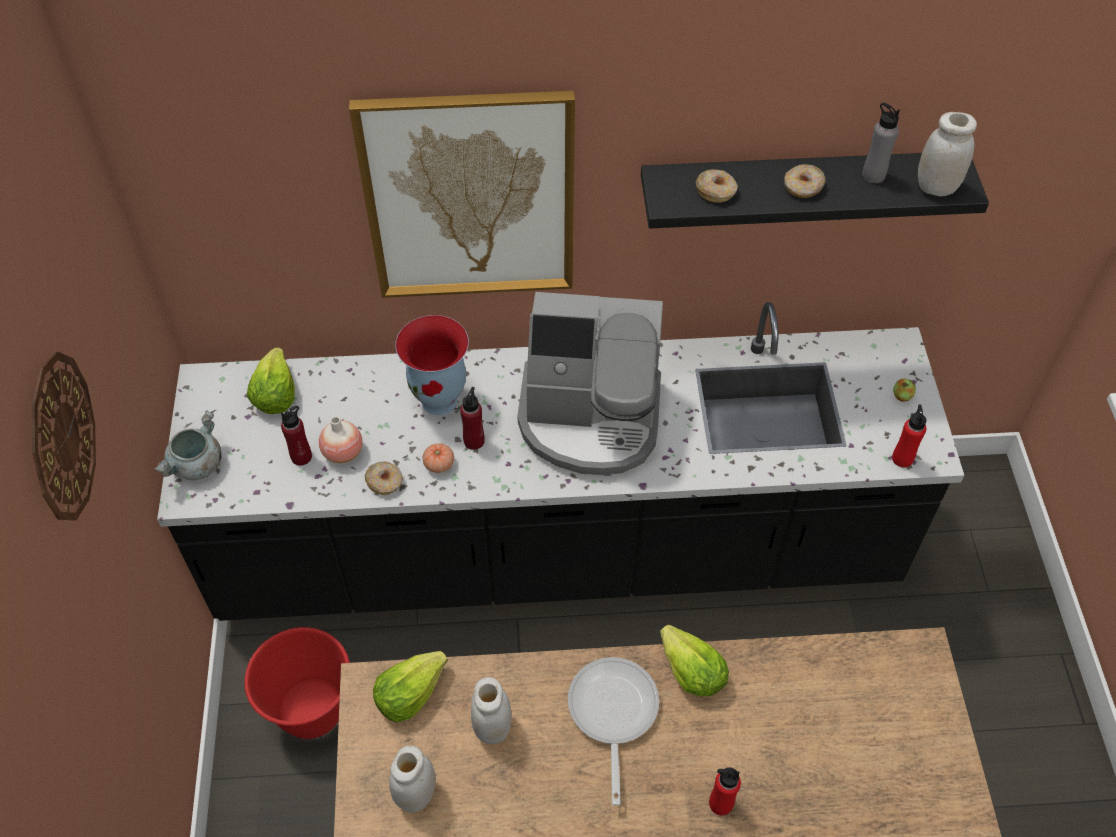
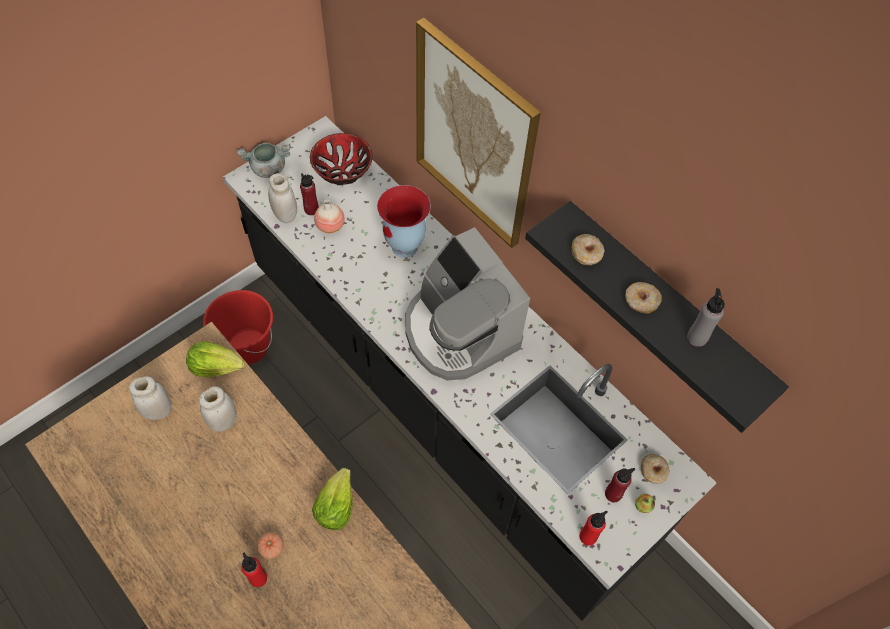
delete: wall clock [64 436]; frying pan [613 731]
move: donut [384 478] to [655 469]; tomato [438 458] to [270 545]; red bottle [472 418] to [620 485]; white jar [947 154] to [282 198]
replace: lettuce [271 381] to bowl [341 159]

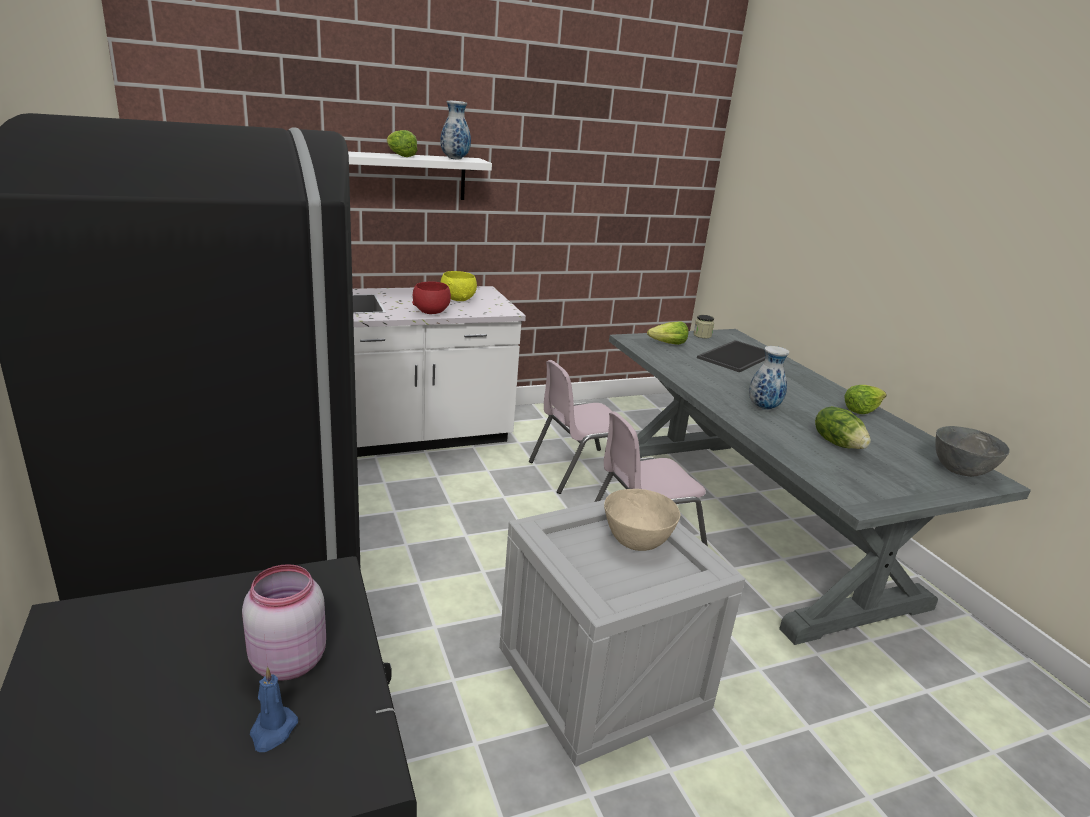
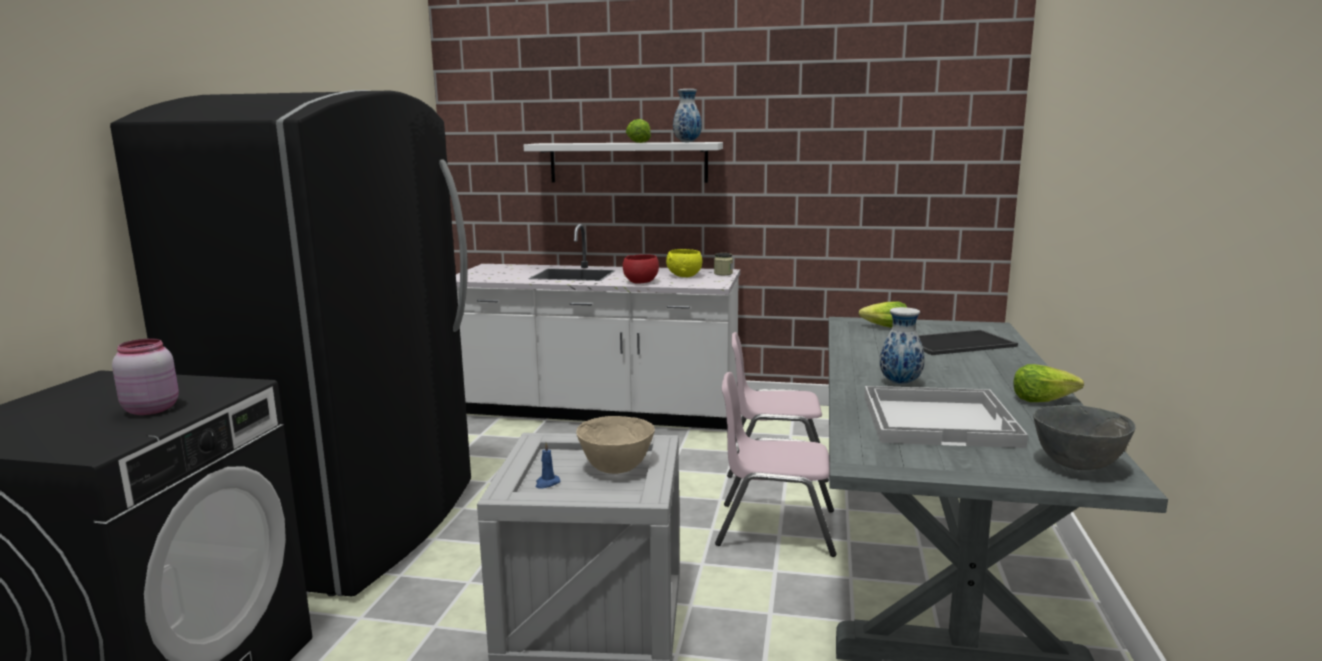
move: blue candle [274 709] to [548 466]; jar [703 326] to [723 264]
replace: lettuce [843 427] to white tray [946 417]

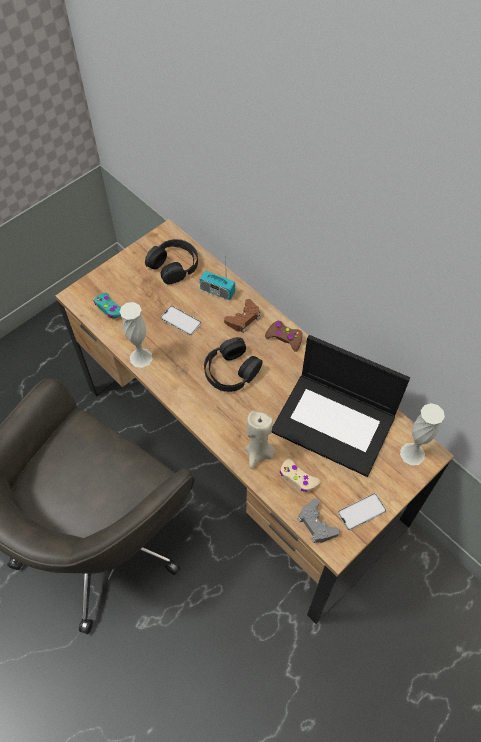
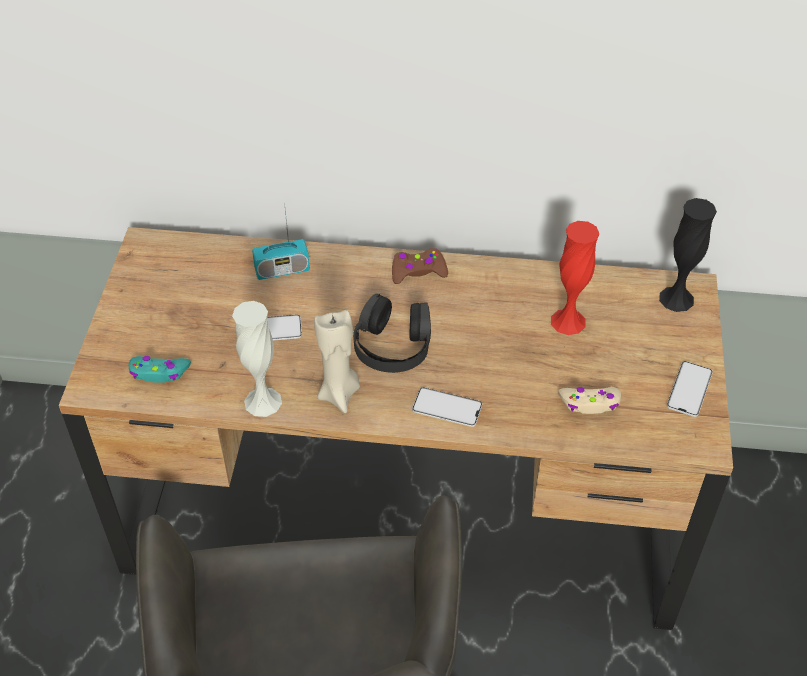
delete: black headphones [171 261]; brown game controller [242 316]; grey game controller [319 521]
insert: phone [447 407]
move: beige candle [260 440] to [337 361]
replace: laptop [340 406] to red vase [575 278]
recolor: white vase [422 434] to black vase [688 255]

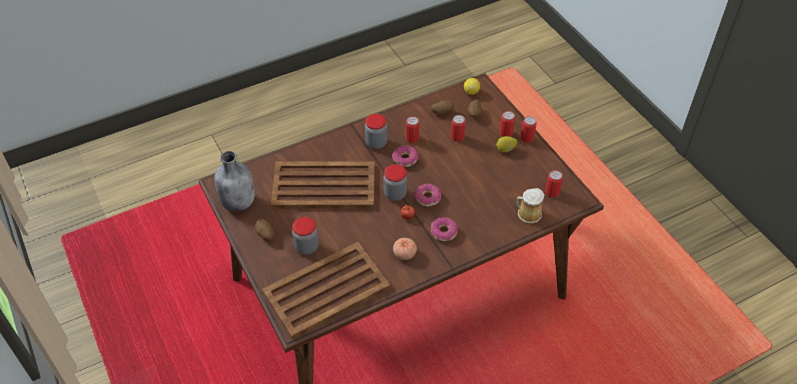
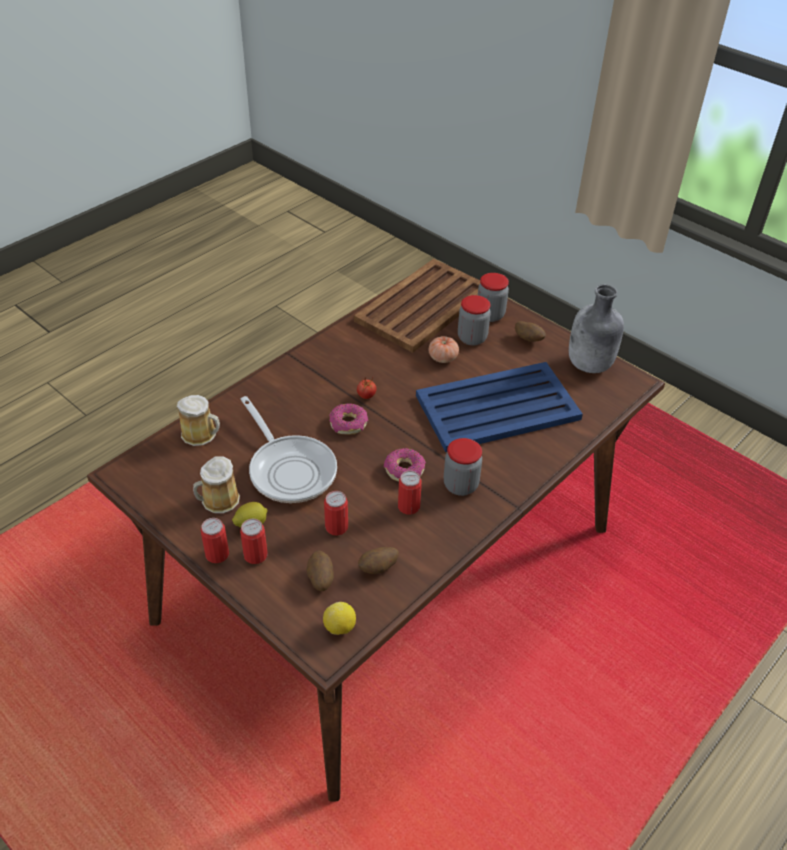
delete: donut [444 229]; can [554 184]
insert: mug [216 484]; frying pan [288 449]
move: jar [395 182] to [493 297]; tomato [405 249] to [444 349]
recolor: brown tray [322 185] to blue tray [499 407]

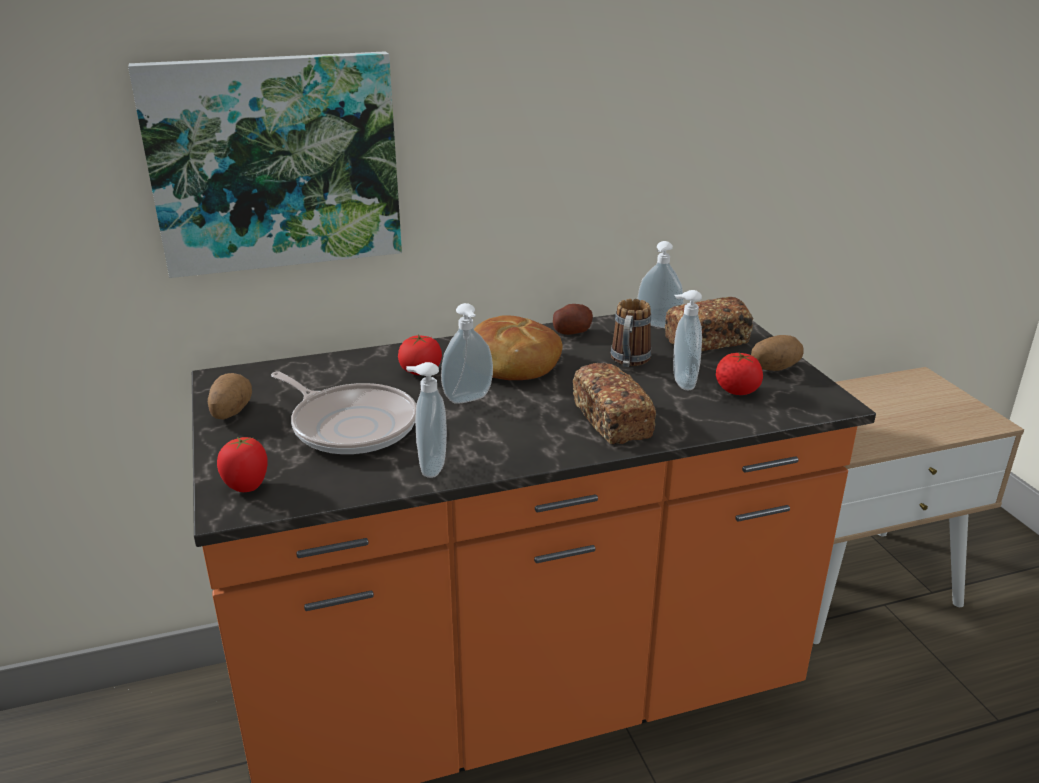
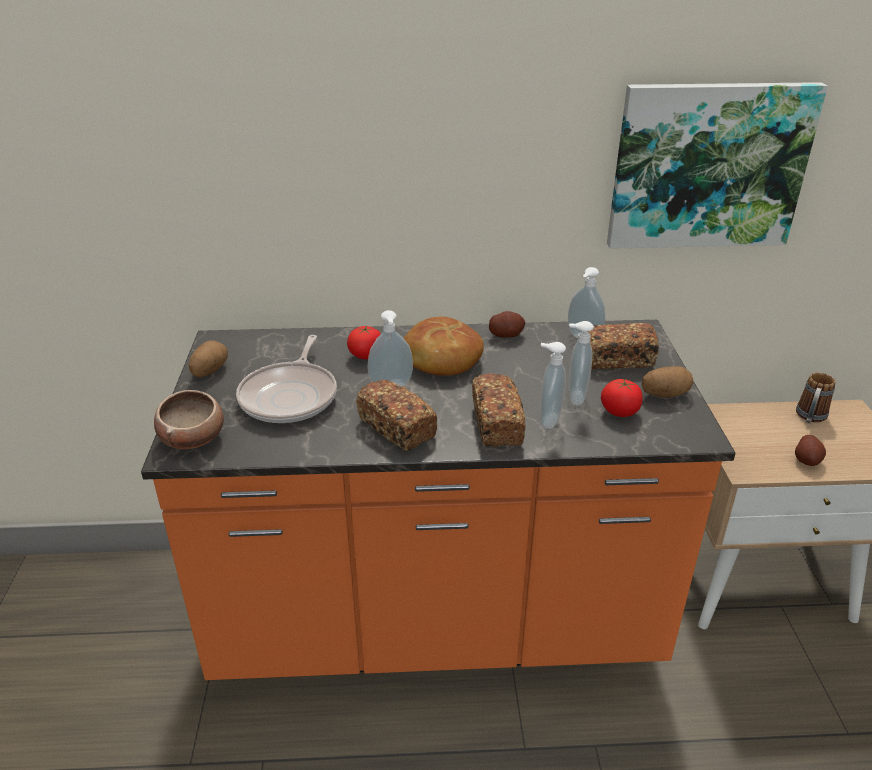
insert: bread [396 415]; potato [810 450]
move: picture [265 164] to [717 165]; soap dispenser [426 420] to [553 385]; mug [631 333] to [815 397]
replace: tomato [242 464] to bowl [189 419]
rotate: frying pan [343 413] = [286 379] 45 degrees clockwise

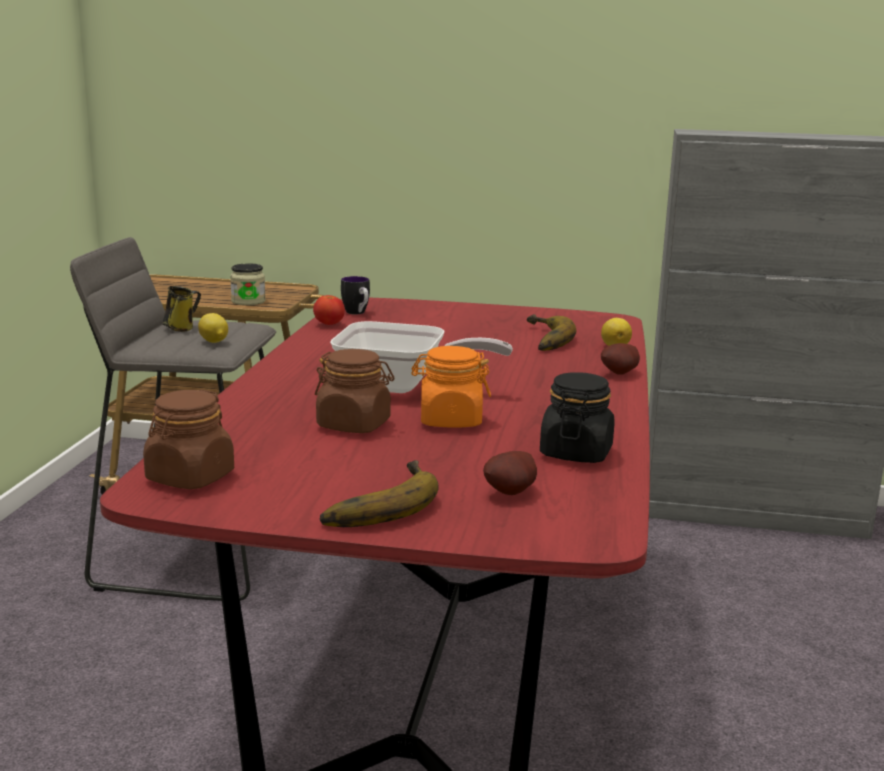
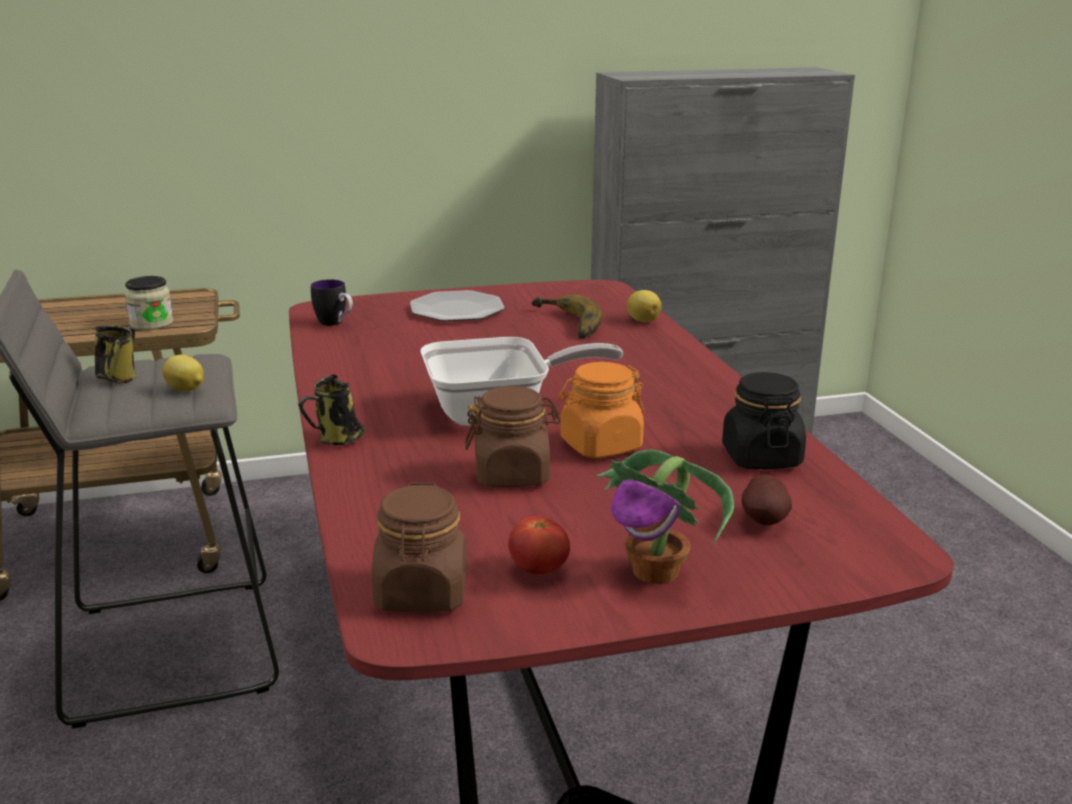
delete: potato [620 358]
insert: mug [331 409]; plate [457 305]
move: tomato [329 310] to [539 545]
replace: banana [379 493] to potted plant [665 516]

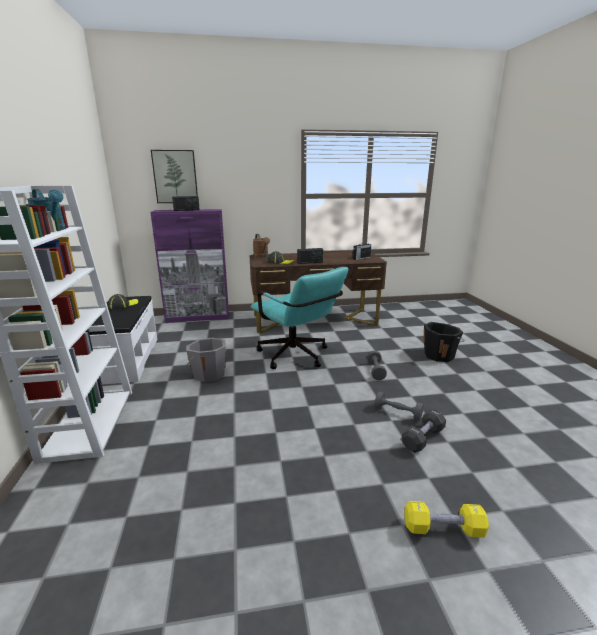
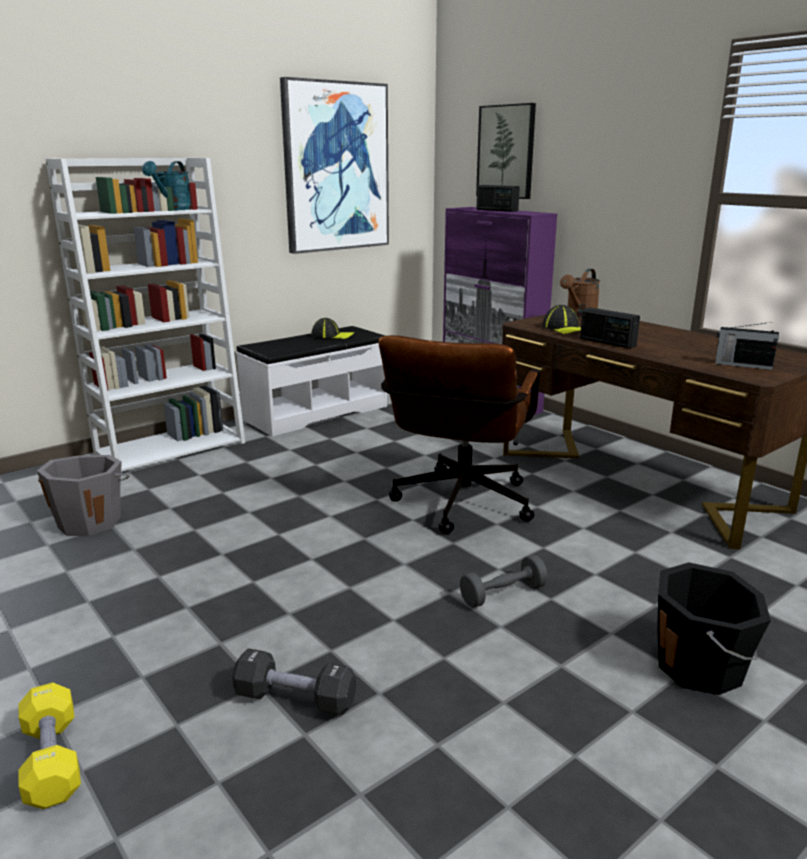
delete: grey dumbbell [399 406]
insert: picture [334 165]
move: grey bucket [206 360] to [83 495]
recolor: turquoise office chair [299 318] to brown office chair [459 434]

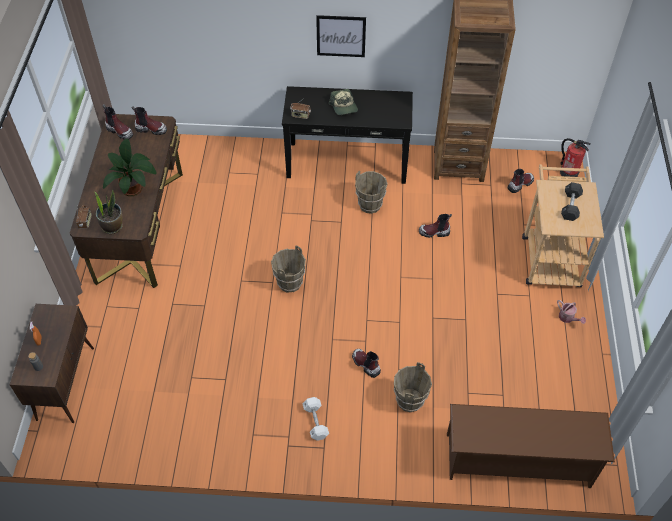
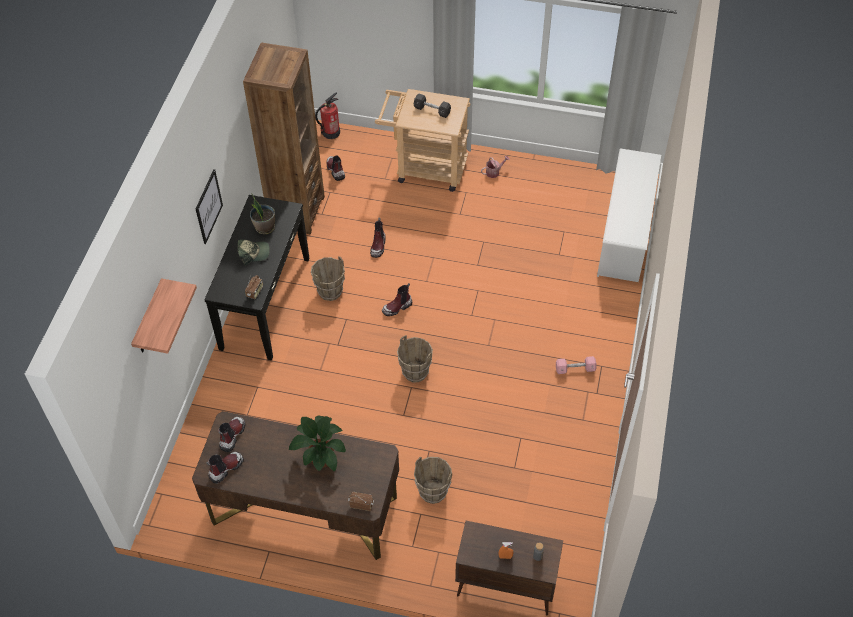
insert: shelf [164 316]
move: potted plant [108 212] to [262 213]; boot [366 363] to [397 299]; brown bucket [413 387] to [433 480]
recolor: white dumbbell [316 419] to pink dumbbell [576 365]; brown shoe rack [531 446] to white shoe rack [629 215]

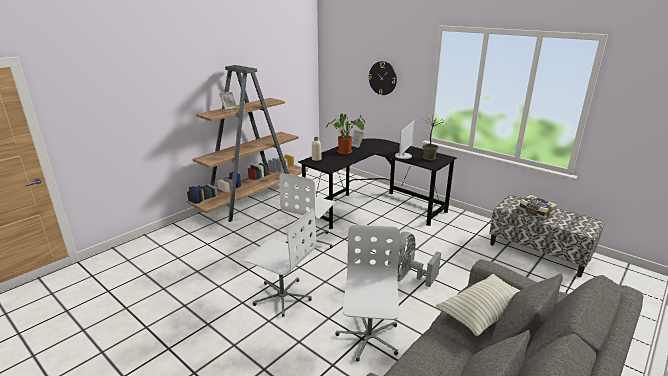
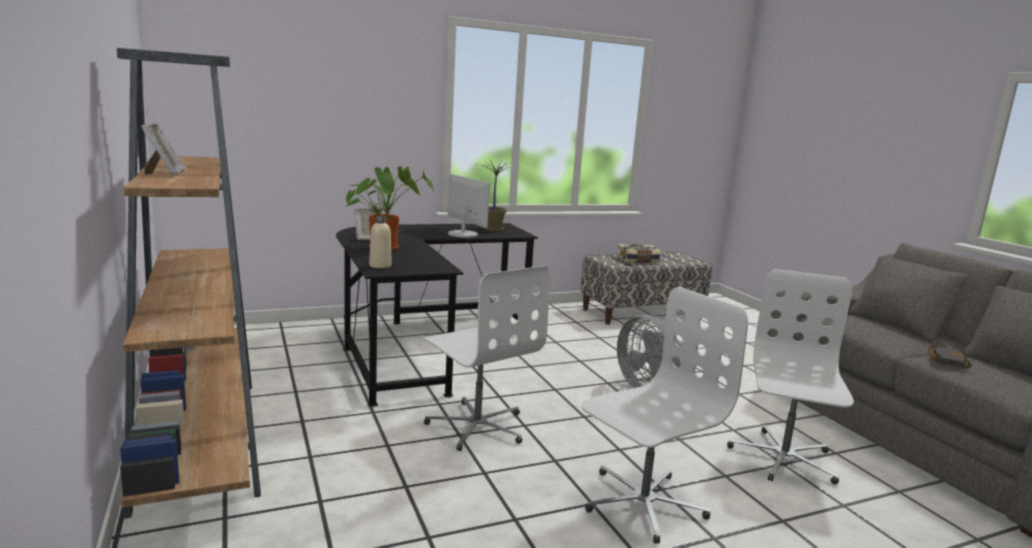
delete: wall clock [382 78]; pillow [478 305]
insert: black book [950 357]
rotate: white office chair [368 293] = [790 376] 75 degrees clockwise

